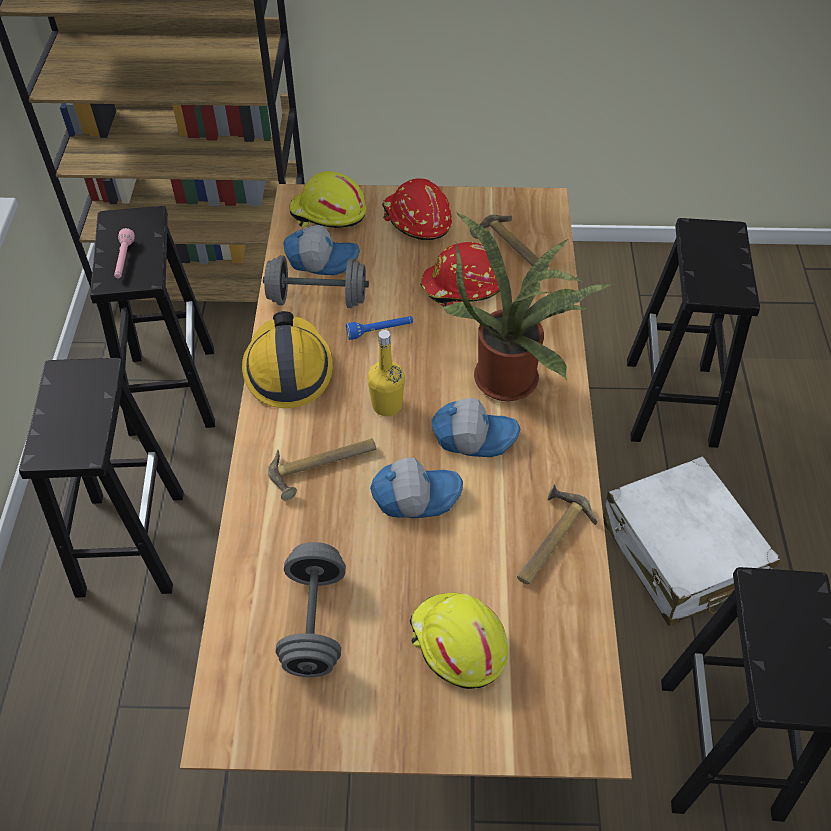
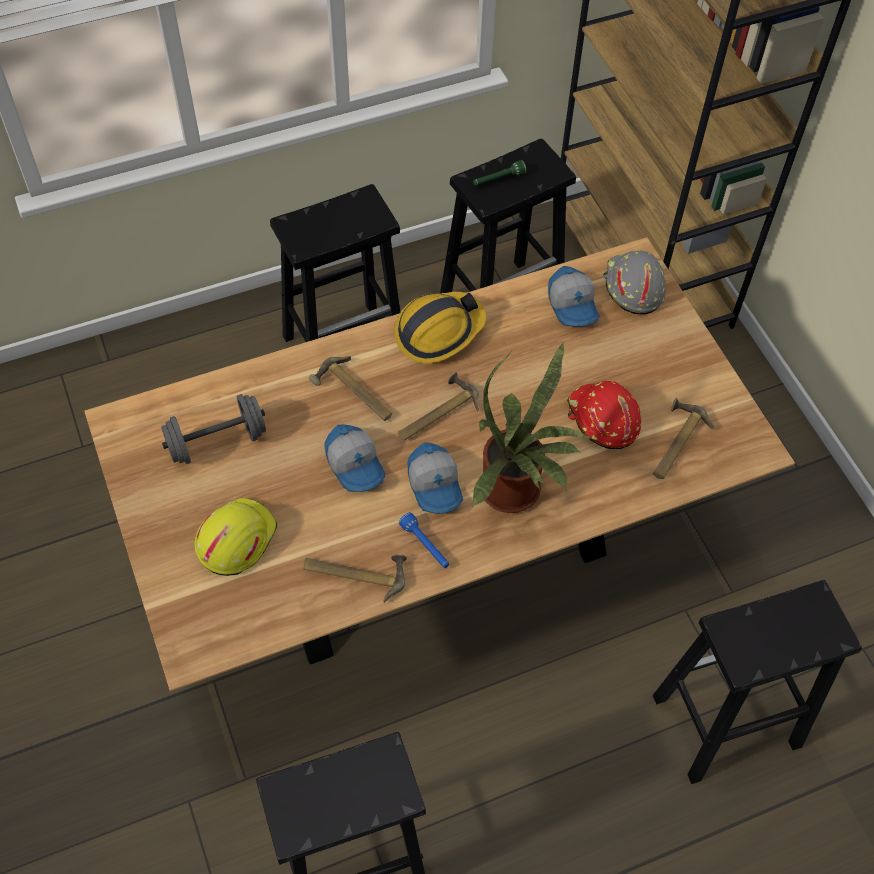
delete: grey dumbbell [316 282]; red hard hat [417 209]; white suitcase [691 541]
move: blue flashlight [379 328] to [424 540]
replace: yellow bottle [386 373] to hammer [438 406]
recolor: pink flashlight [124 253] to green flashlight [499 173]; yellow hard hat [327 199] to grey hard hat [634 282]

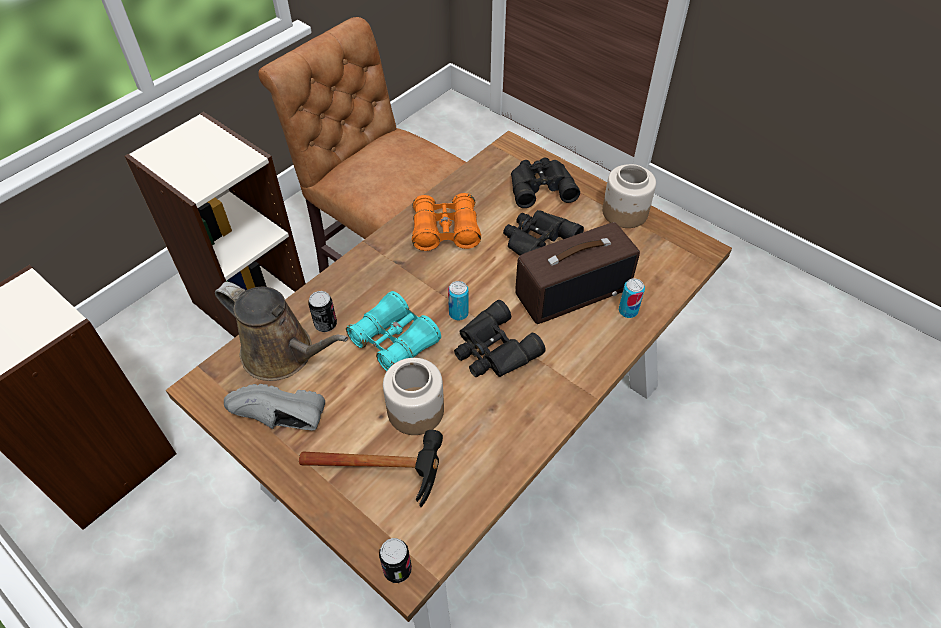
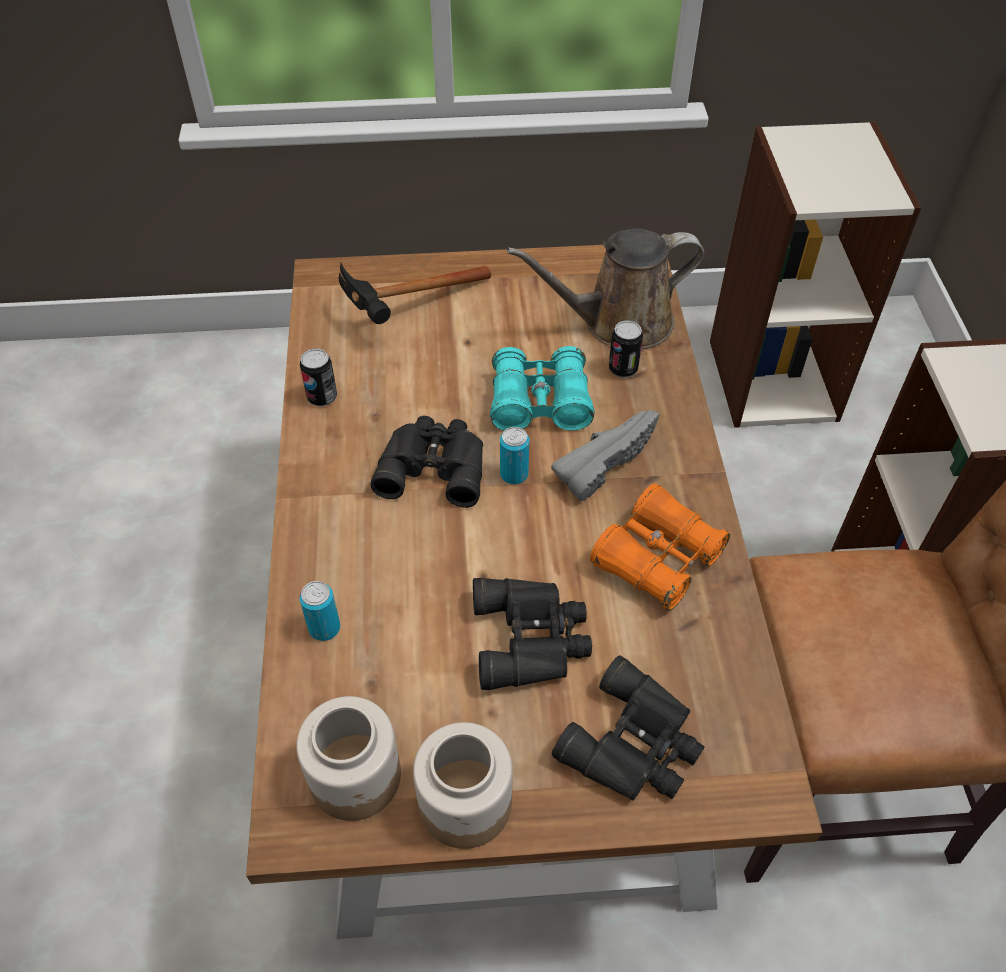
delete: radio [577 273]
move: grey shoe [274 407] to [605 455]; can [395 560] to [318 377]; jar [413 396] to [348 758]

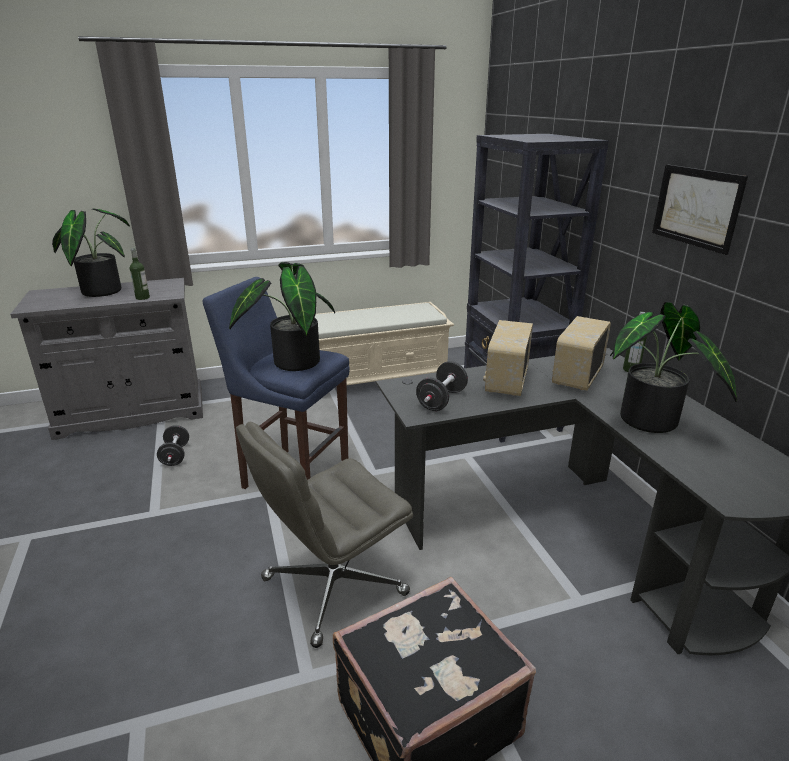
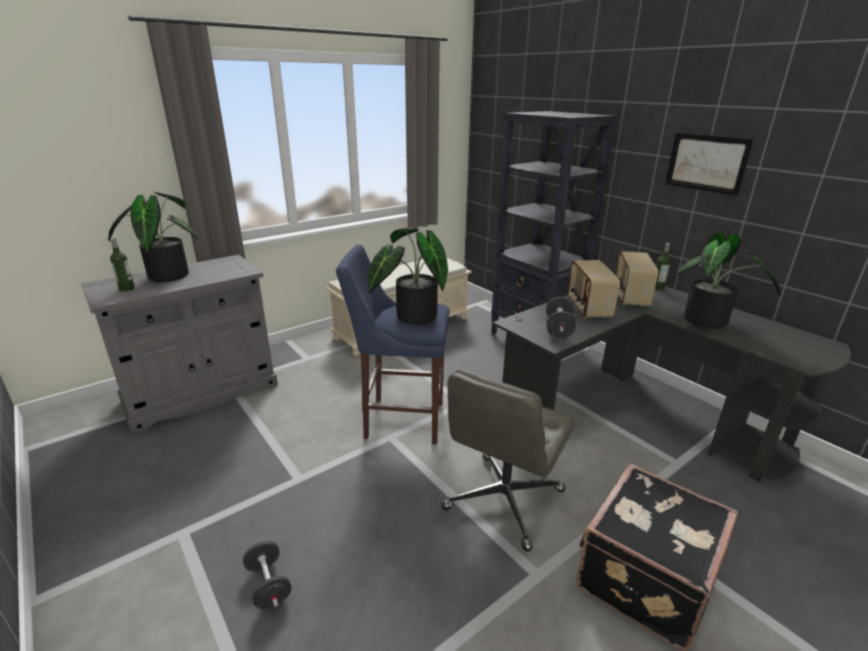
move: bottle [140 274] to [122 264]; black dumbbell [173 445] to [267 575]

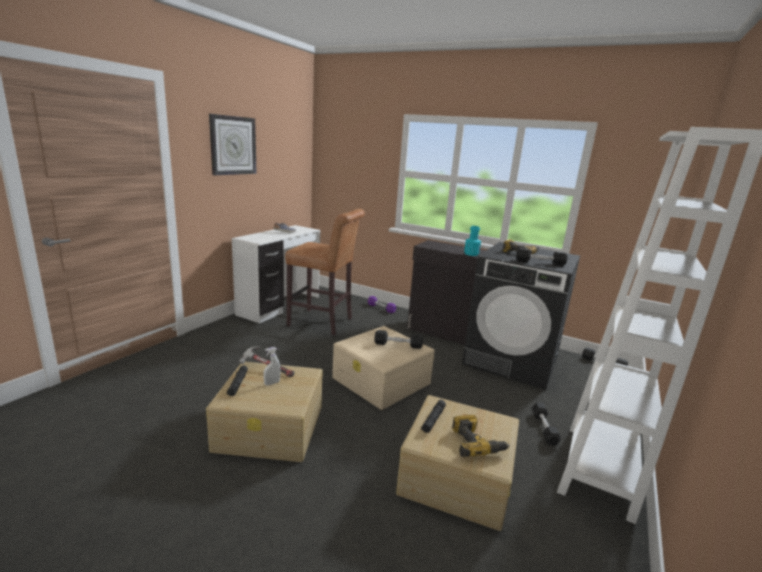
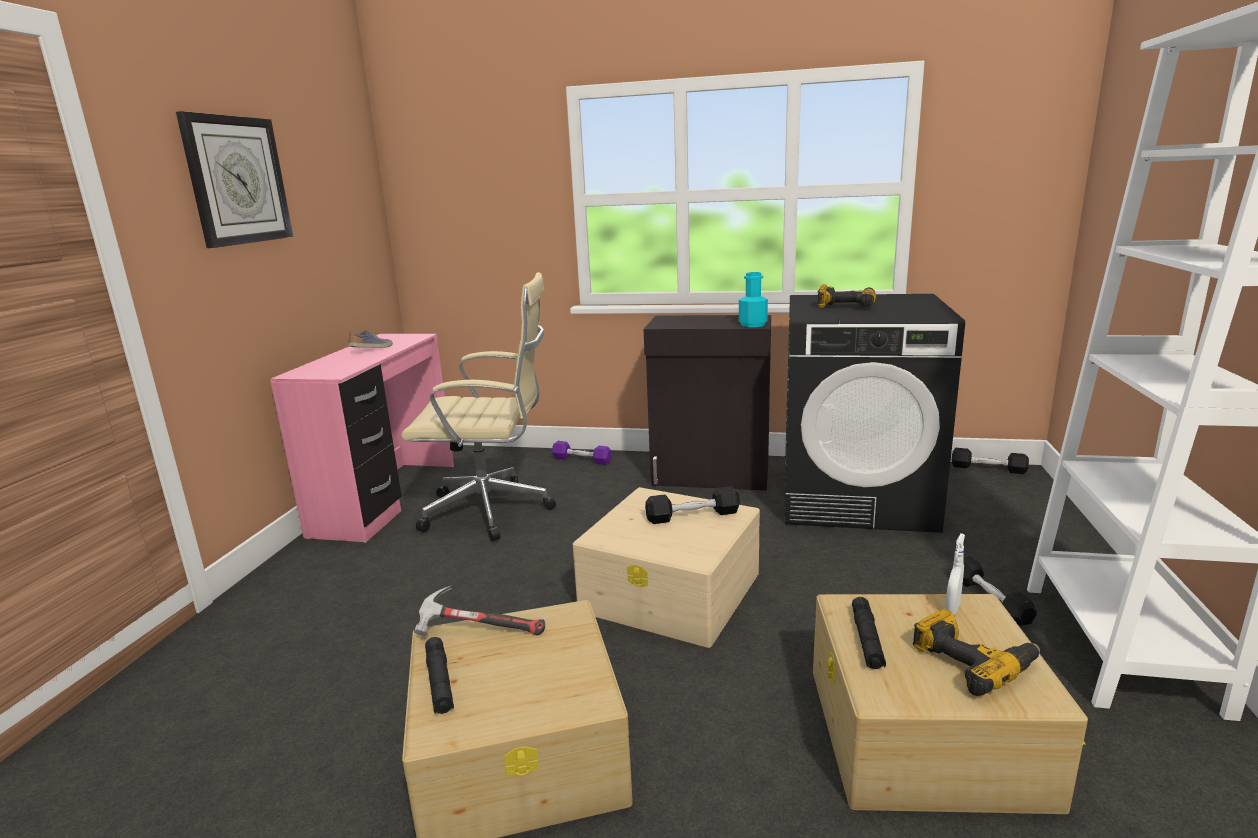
delete: black dumbbell [542 257]
move: white spray bottle [272 366] to [955 574]
replace: brown stool [325 272] to beige office chair [478 407]
recolor: white desk [276 274] to pink desk [362 438]

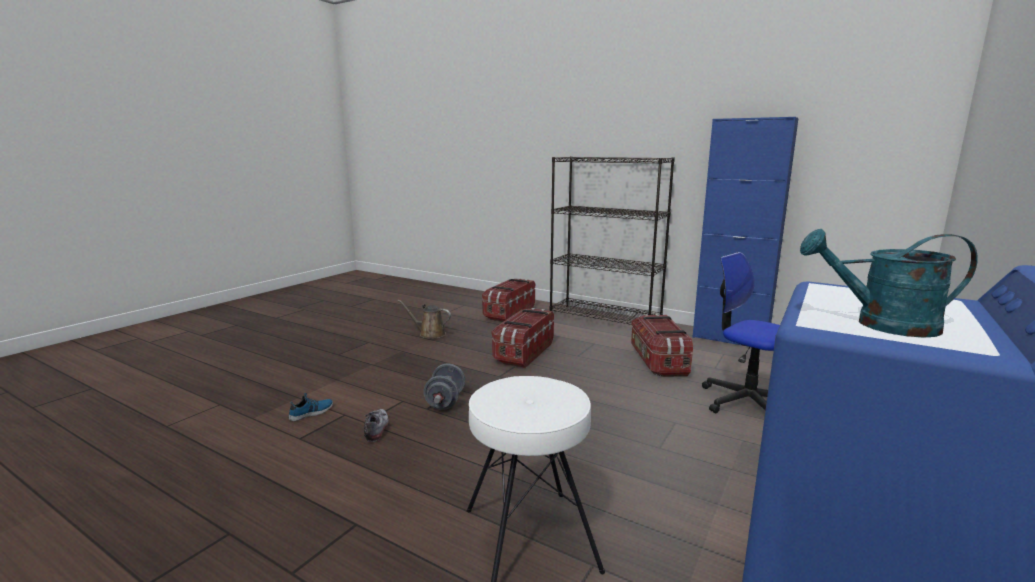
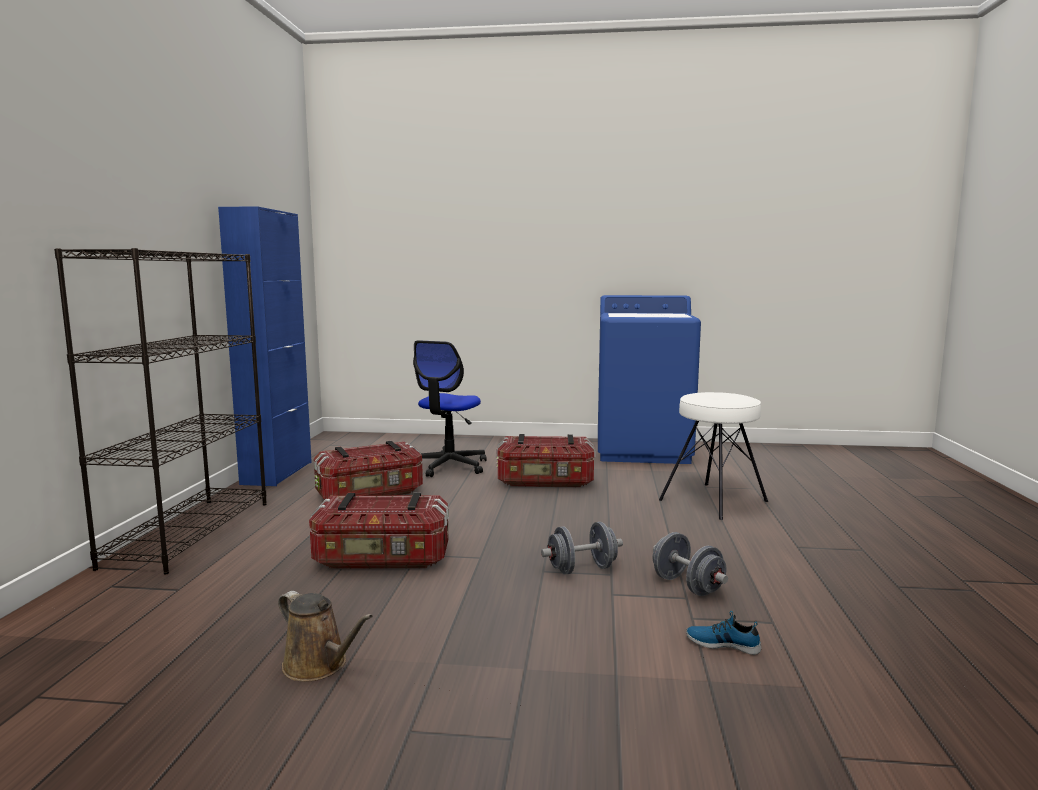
delete: turquoise watering can [889 283]
move: storage box [508 300] to [546 460]
replace: shoe [376 425] to grey dumbbell [690 564]
rotate: brown watering can [424 319] = [325 636] 45 degrees counterclockwise

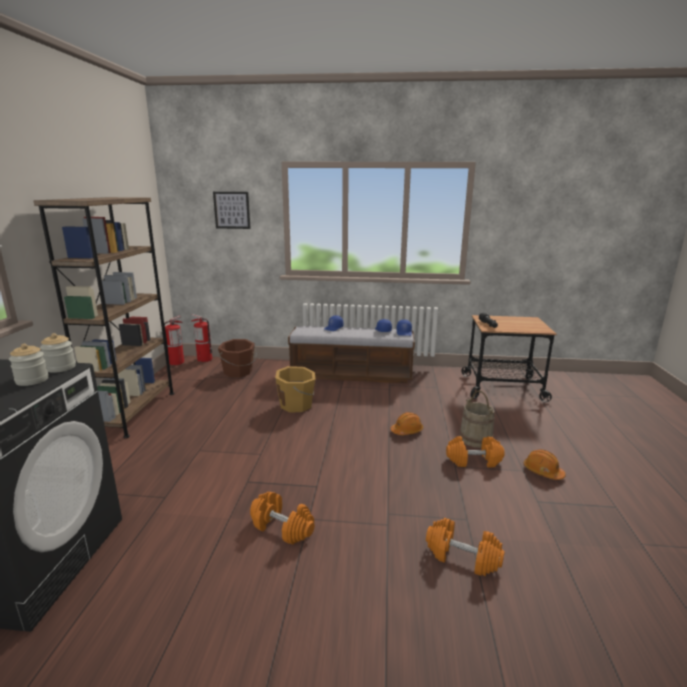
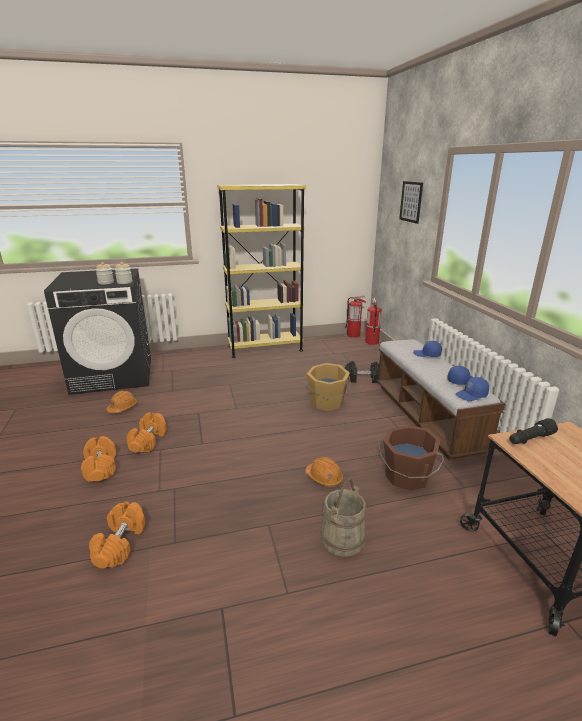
insert: black dumbbell [362 372]
move: brown bucket [237 358] to [411 458]; orange dumbbell [475 451] to [98 459]; orange hard hat [545 464] to [121 402]
recolor: brown bookcase [103 317] to yellow bookcase [261 271]

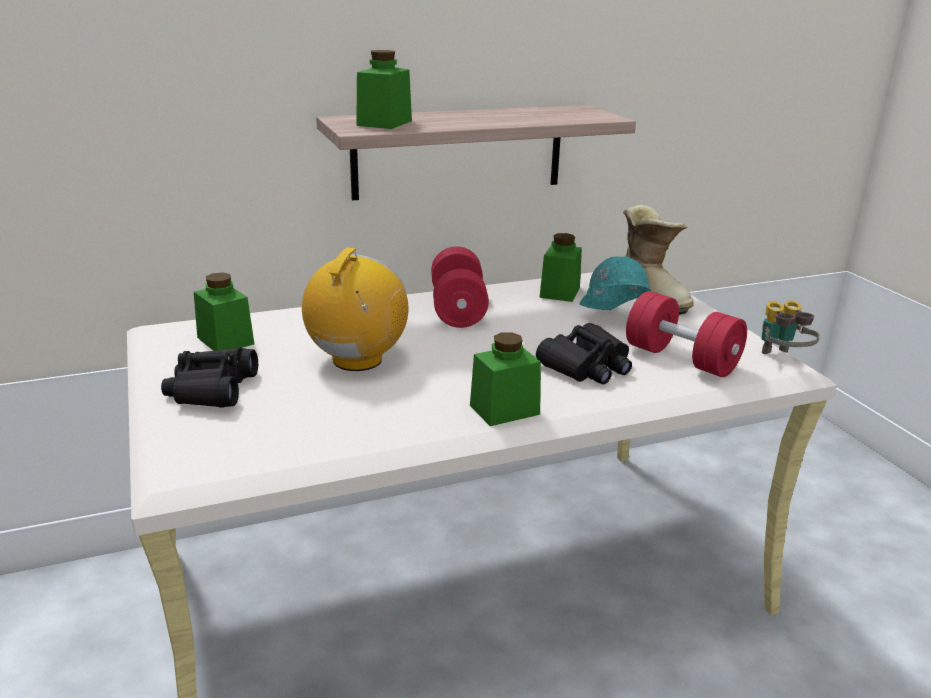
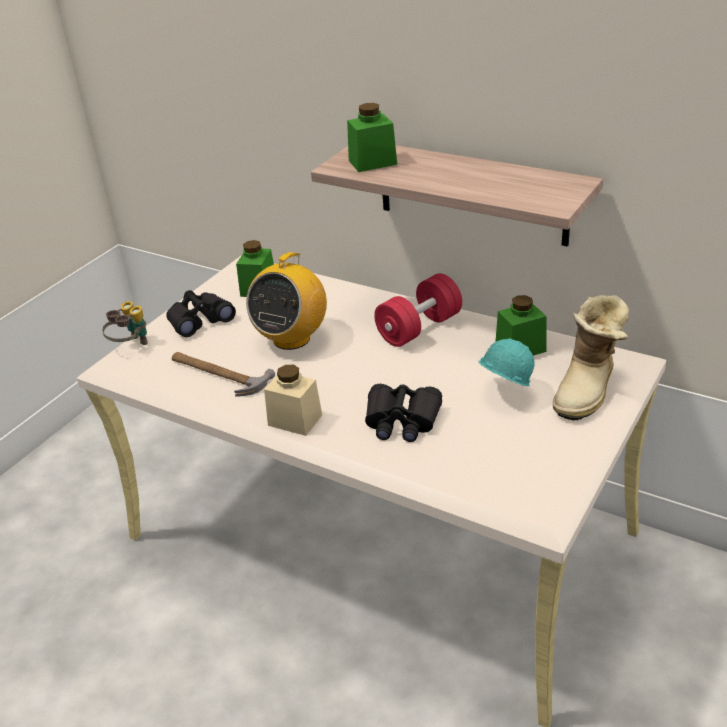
delete: red dumbbell [686 334]
insert: hammer [223 374]
move: binoculars [790 327] to [125 323]
recolor: green jar [505 379] to beige jar [293 400]
rotate: radio [355 309] = [286 301] 135 degrees clockwise

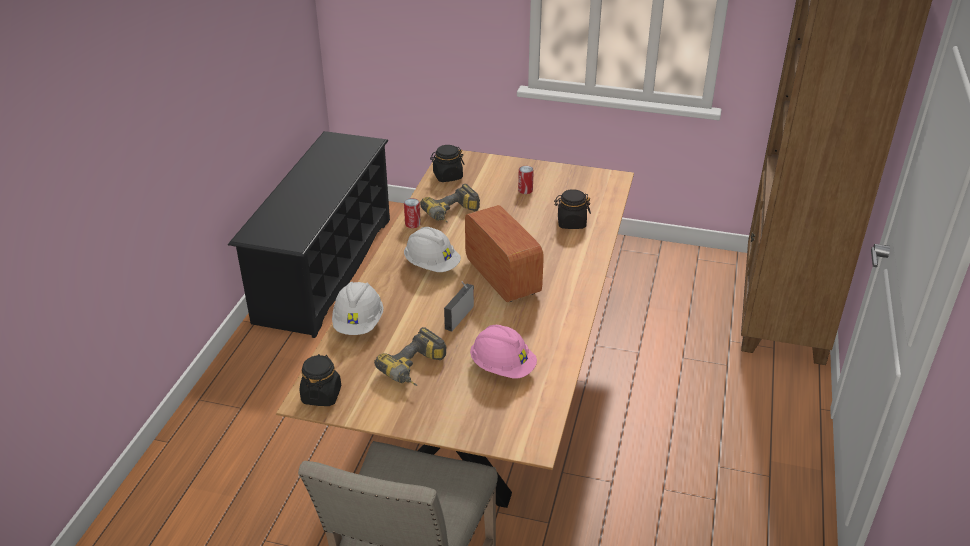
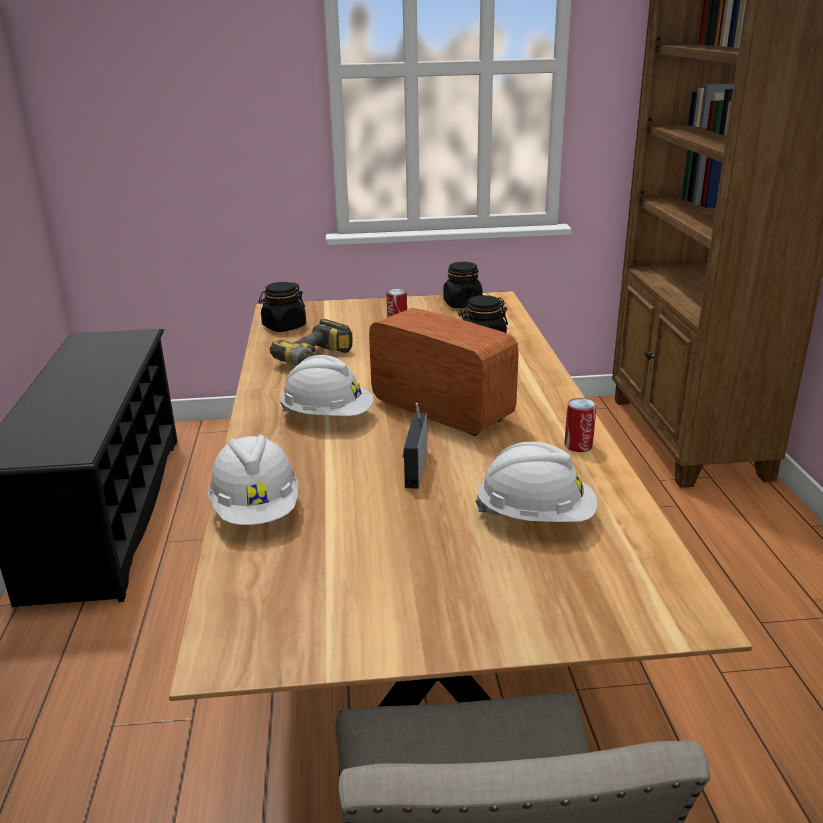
delete: power drill [410 356]
move: black jar [320 380] to [463 285]; can [412 213] to [580 425]
recolor: pink hard hat [503 352] to white hard hat [536 482]

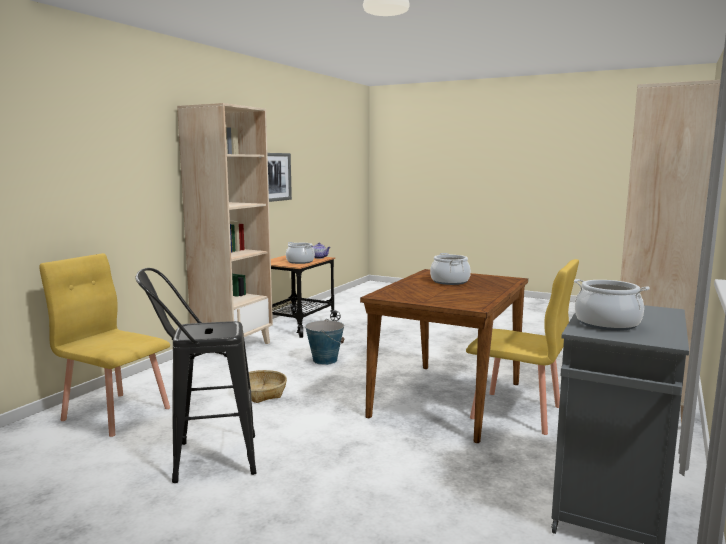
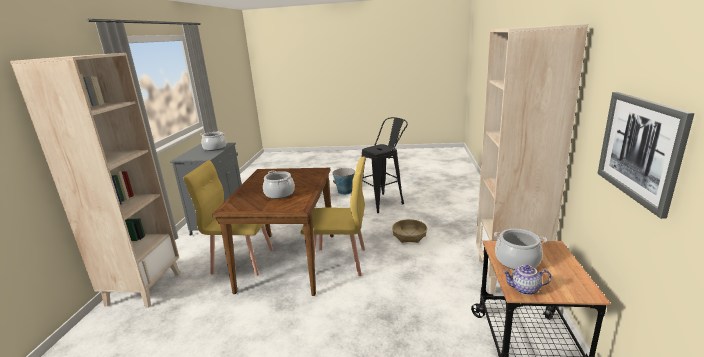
move: yellow chair [105 345] to [332 216]; bucket [324 342] to [343 181]

